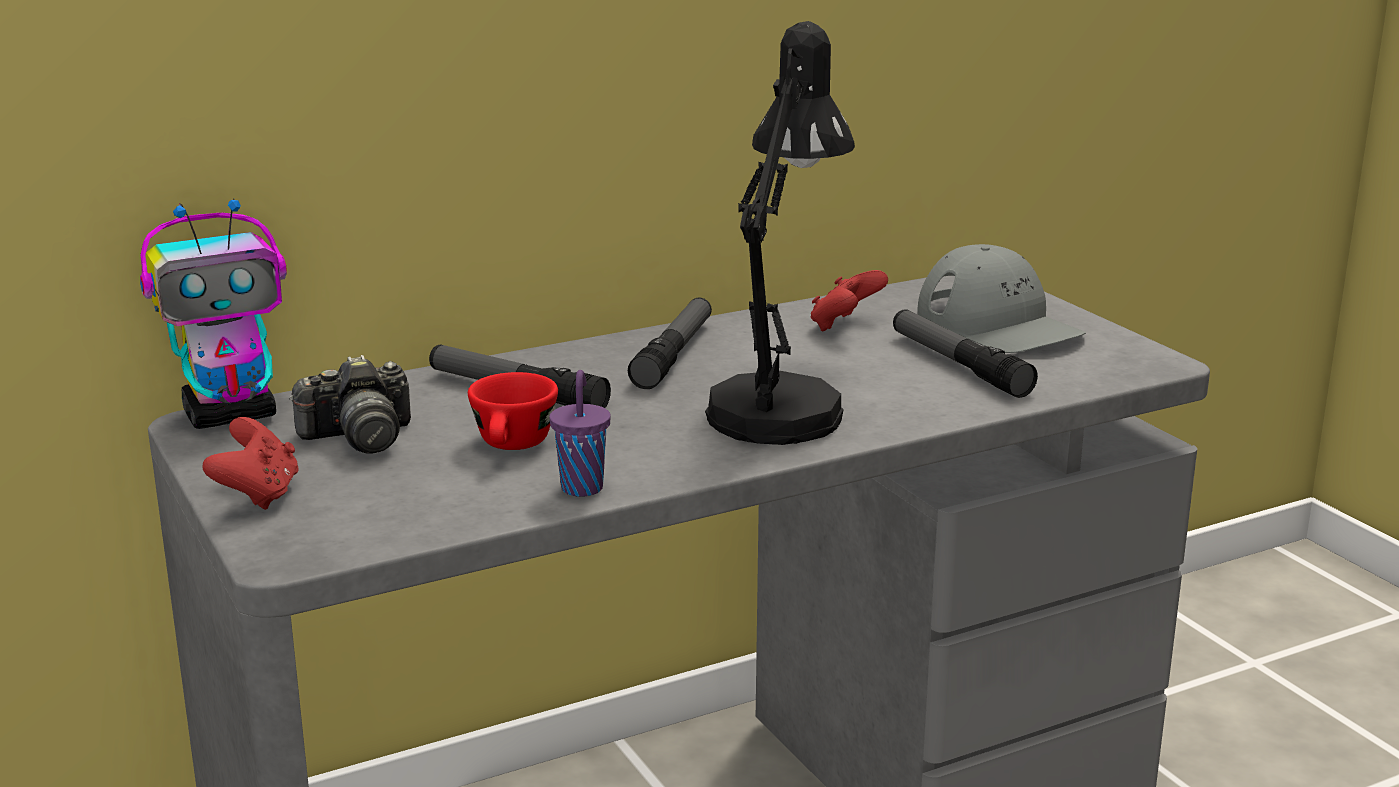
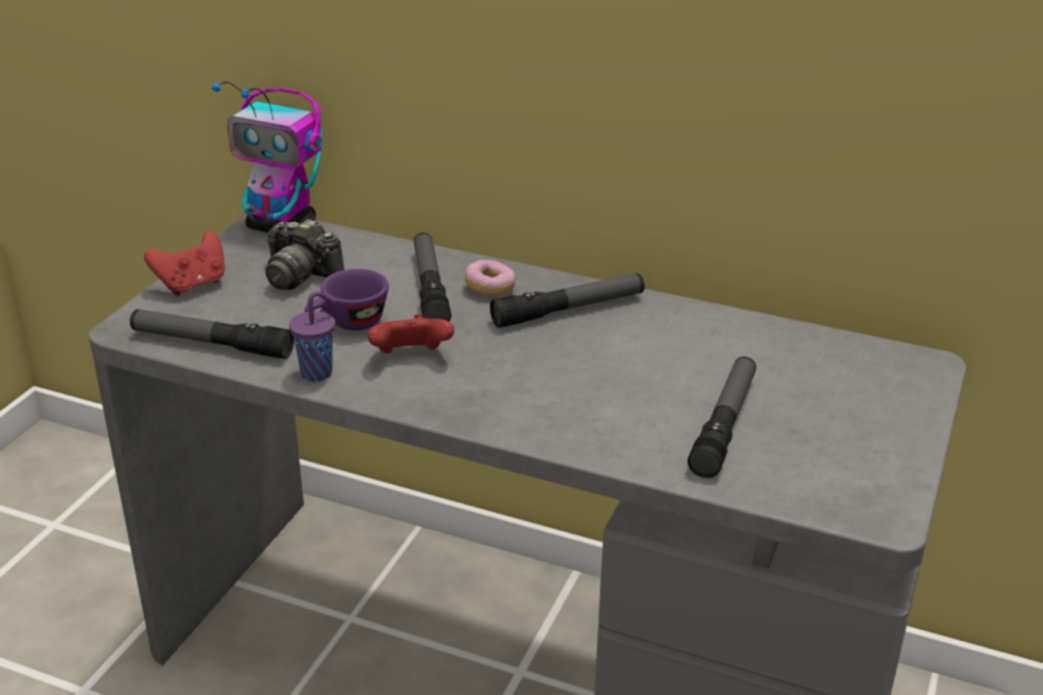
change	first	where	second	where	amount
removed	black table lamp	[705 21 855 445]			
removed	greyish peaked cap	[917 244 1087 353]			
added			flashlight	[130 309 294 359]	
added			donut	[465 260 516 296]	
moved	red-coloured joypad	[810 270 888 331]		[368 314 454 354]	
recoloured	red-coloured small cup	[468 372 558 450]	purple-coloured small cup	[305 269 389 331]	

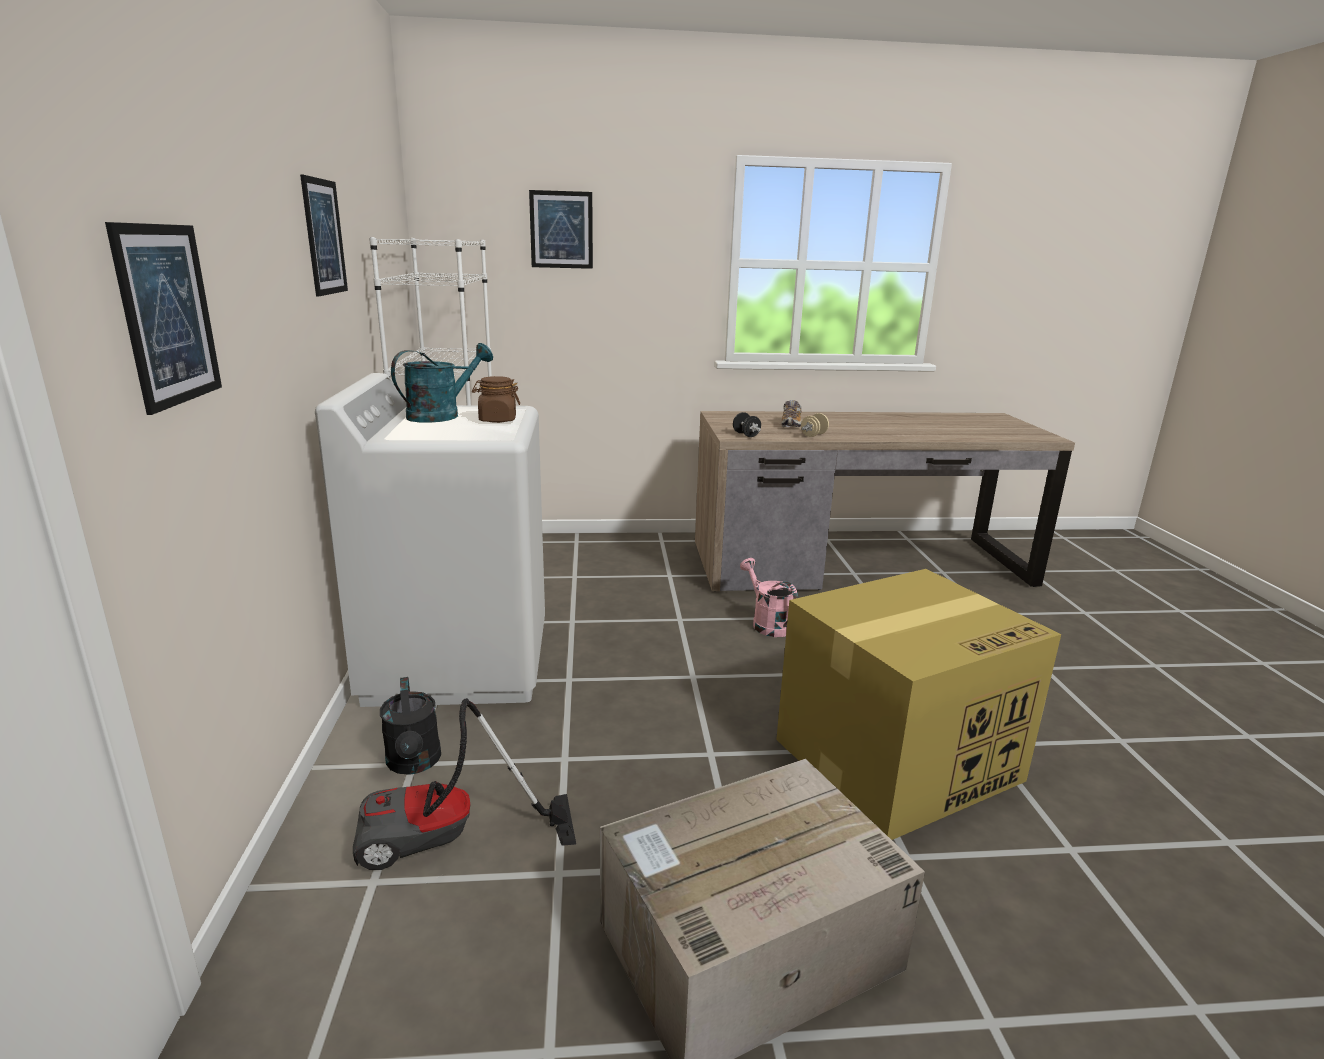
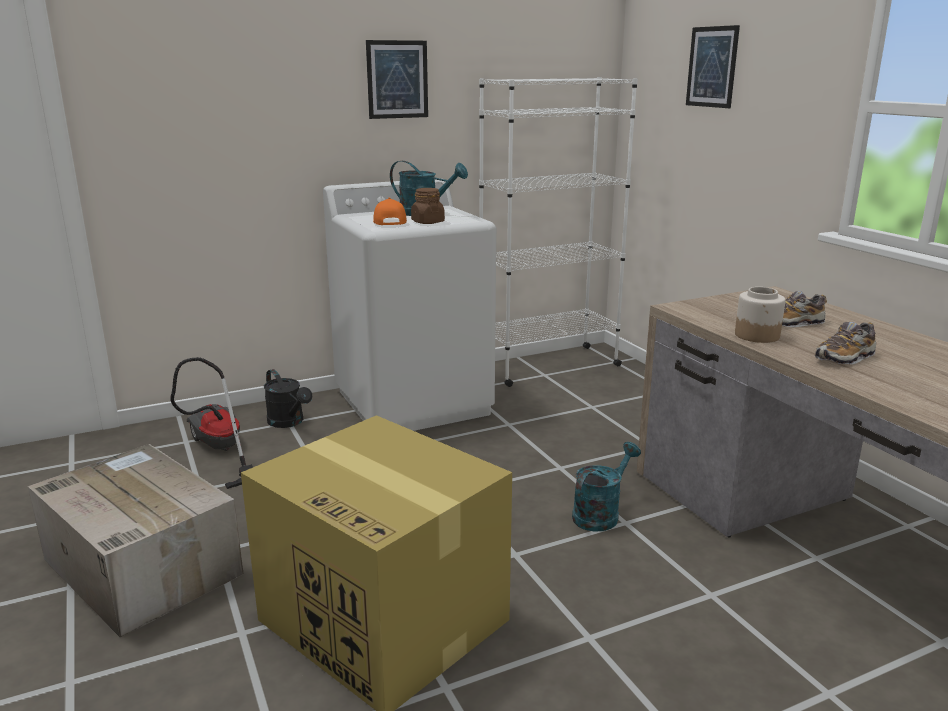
change	first	where	second	where	amount
removed	picture	[105 222 222 415]			
removed	black free weight	[733 412 761 437]			
added			orangey peaked cap	[373 198 407 225]	
added			shoe	[815 322 876 364]	
replaced	beige-coloured free weight	[801 413 829 437]	jar	[735 287 785 343]	
recoloured	pink watering can	[740 558 798 637]	blue-green watering can	[572 442 641 532]	
turned	black watering can	[380 677 441 775]		[264 369 312 428]	90 degrees counterclockwise

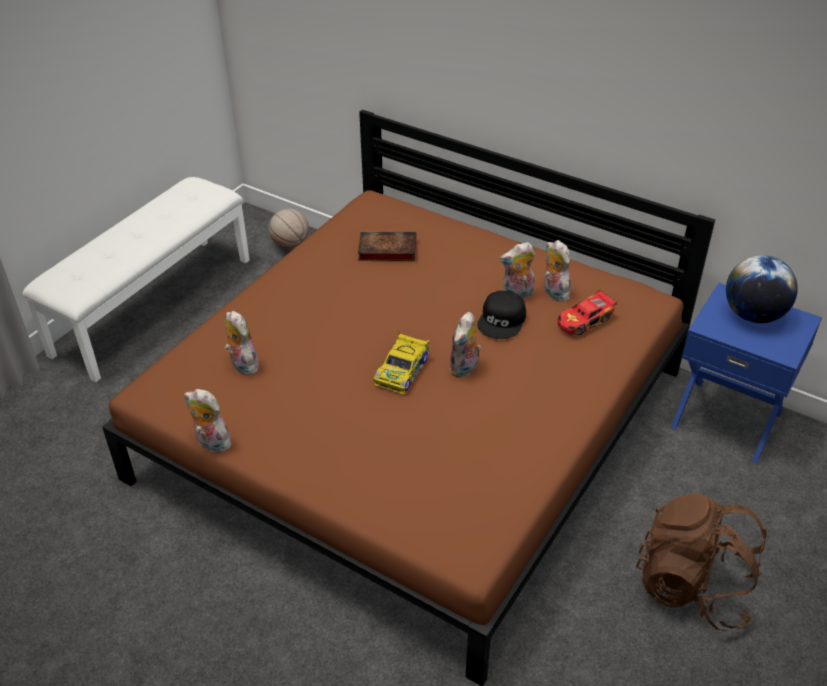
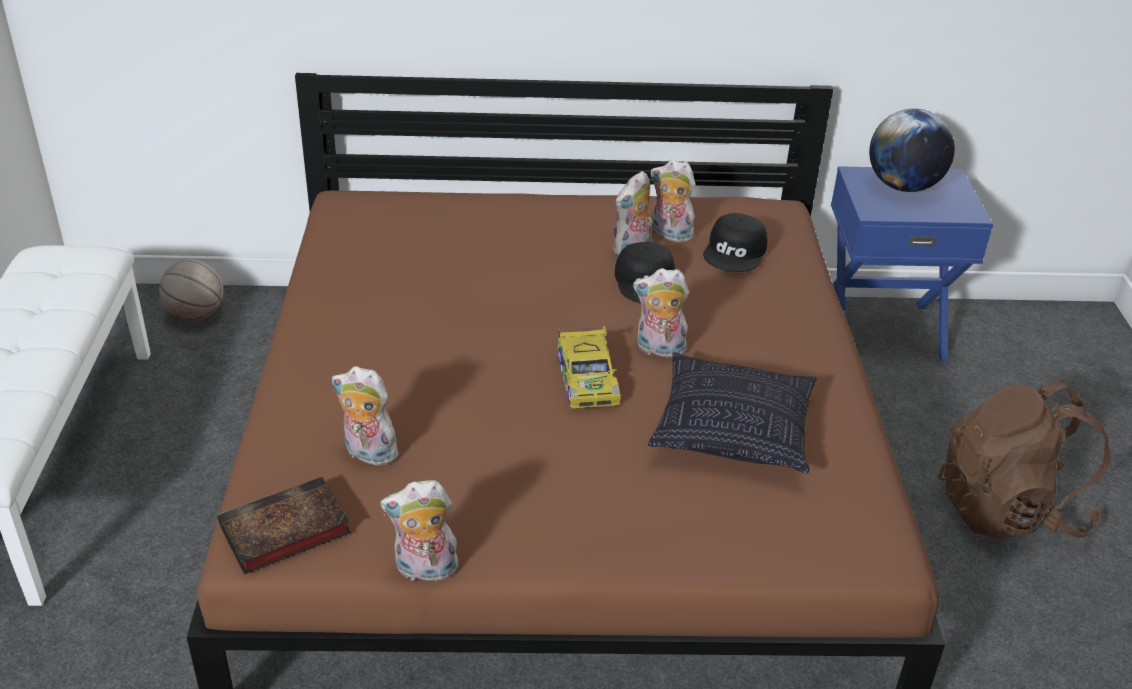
change	first	where	second	where	amount
added			cushion	[648 352 817 473]	
moved	volume	[358 232 416 261]		[218 477 351 574]	
replaced	model car	[558 289 618 335]	black peaked cap	[703 213 768 272]	
turned	cuddly toy	[449 312 482 378]		[633 268 689 358]	105 degrees clockwise

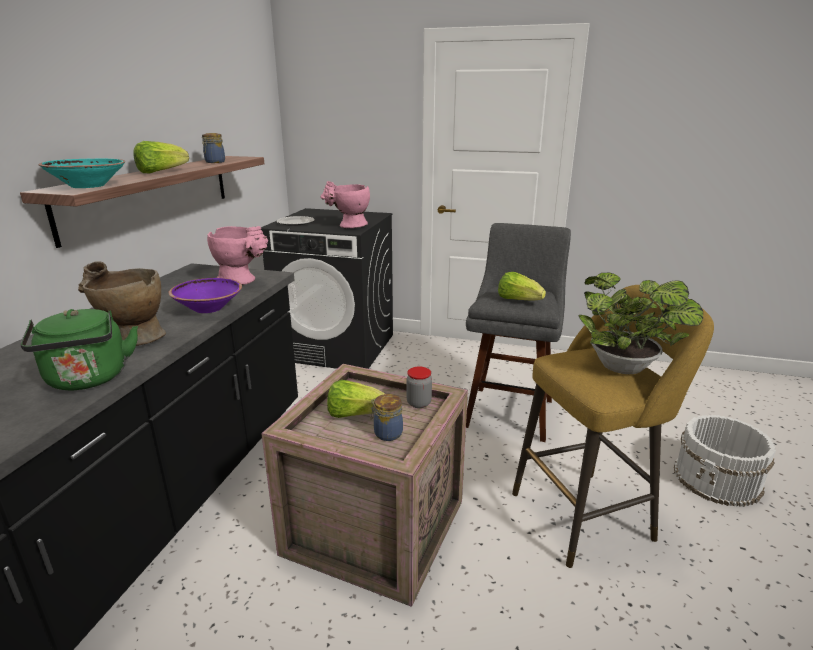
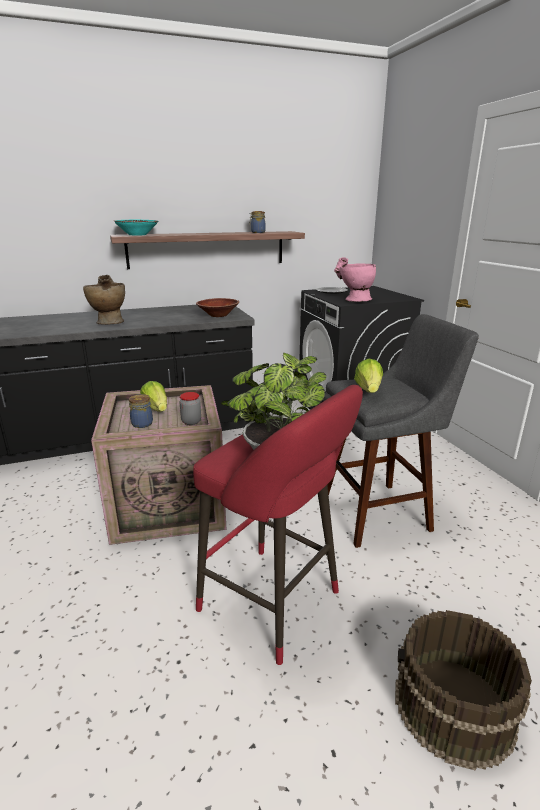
change	first	where	second	where	amount
removed	green tea kettle	[20 309 138 390]			
removed	lettuce head	[133 141 189 173]			
removed	purple-coloured bowl	[168 278 242 313]			
replaced	pink decorative vase	[207 226 268 285]	brown bowl	[196 298 239 317]	
recoloured	yellowish stool seat	[512 285 714 568]	red-coloured stool seat	[193 385 363 665]	
recoloured	white pail	[674 415 776 507]	brown pail	[395 610 532 771]	

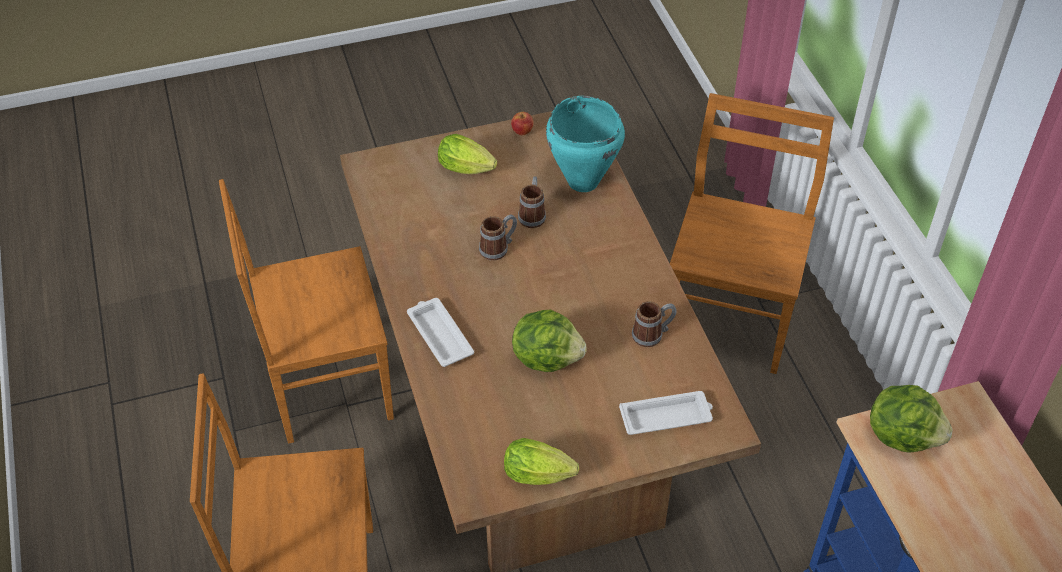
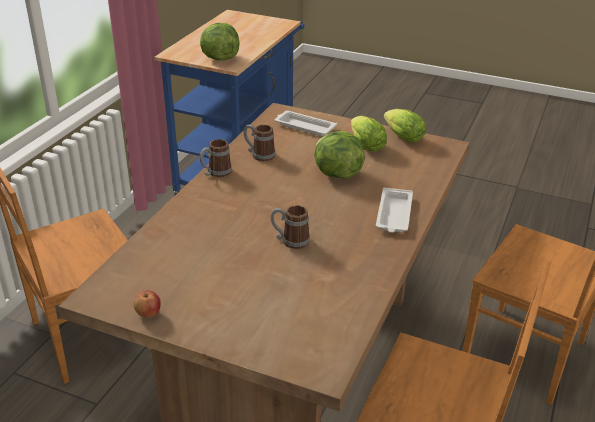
change	first	where	second	where	amount
removed	blue-green cooking pot	[546 96 625 192]			
moved	lettuce head	[438 134 497 174]		[351 116 387 151]	
moved	coffee mug	[518 176 546 228]		[200 139 232 177]	

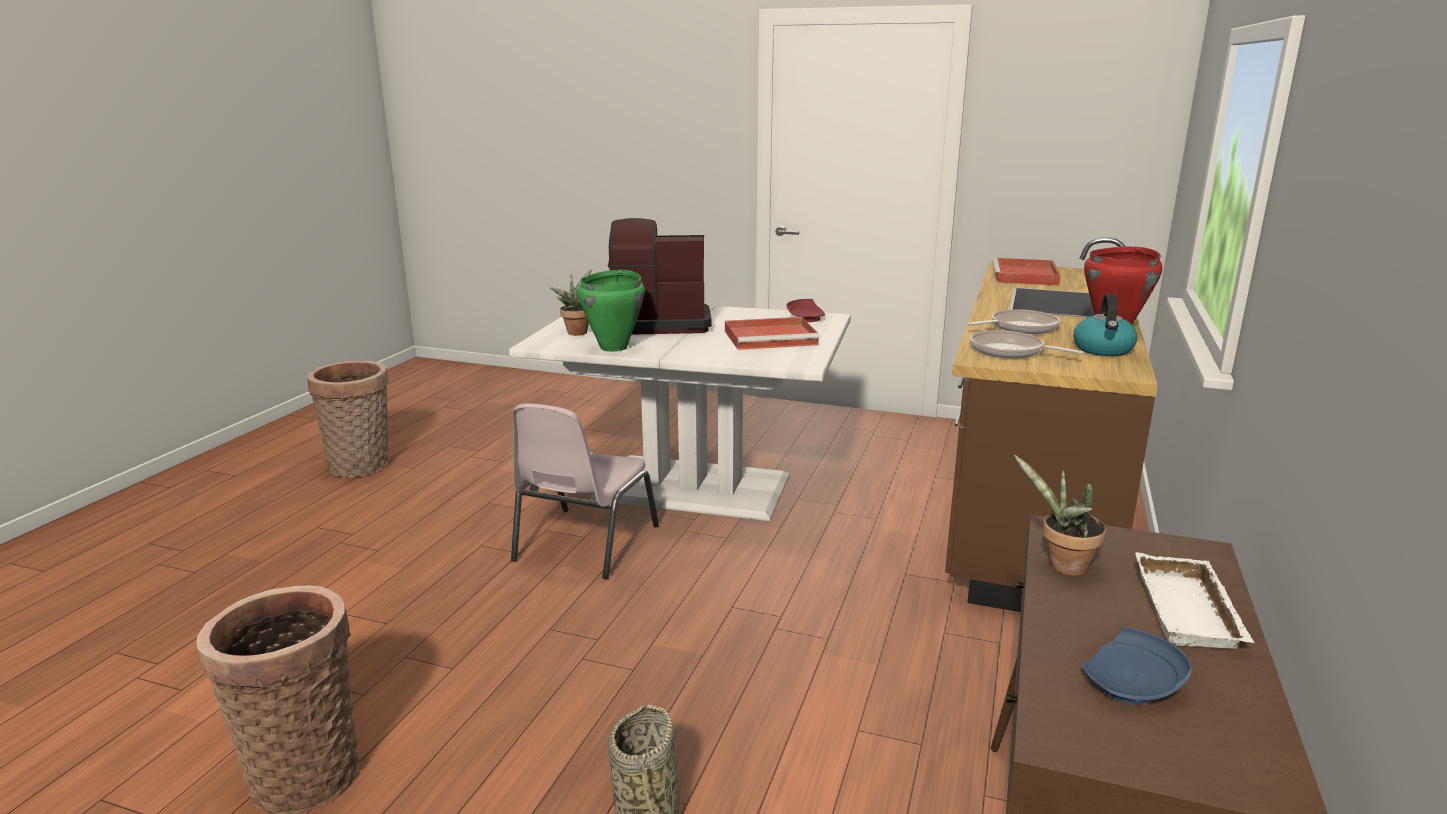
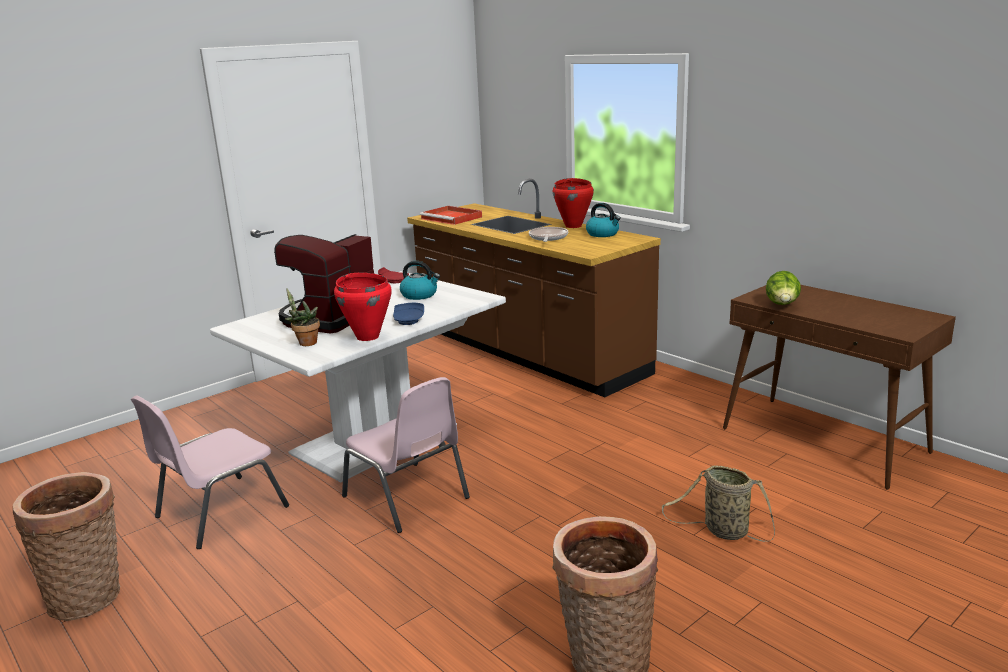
change	first	where	second	where	amount
removed	pan	[970 330 1084 359]			
removed	white serving tray	[1135 552 1255 649]			
added			pink plain chair	[131 396 289 549]	
moved	blue-coloured flat dish	[1081 627 1192 705]		[393 303 424 325]	
replaced	red-coloured serving tray	[725 317 819 350]	tea kettle	[400 261 440 300]	
replaced	houseplant	[1014 454 1106 576]	lettuce head	[766 271 801 305]	
recoloured	green cooking pot	[577 270 645 352]	red-coloured cooking pot	[334 273 392 341]	

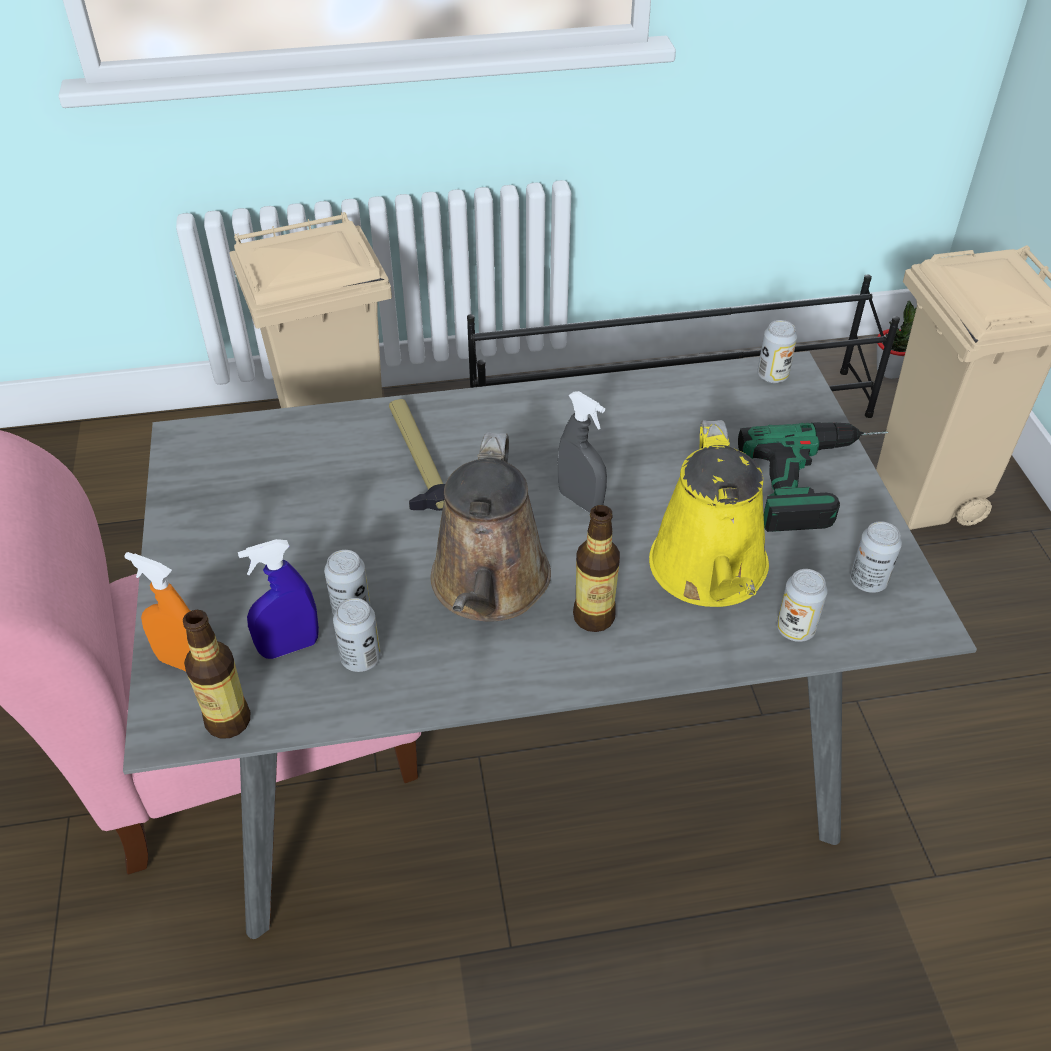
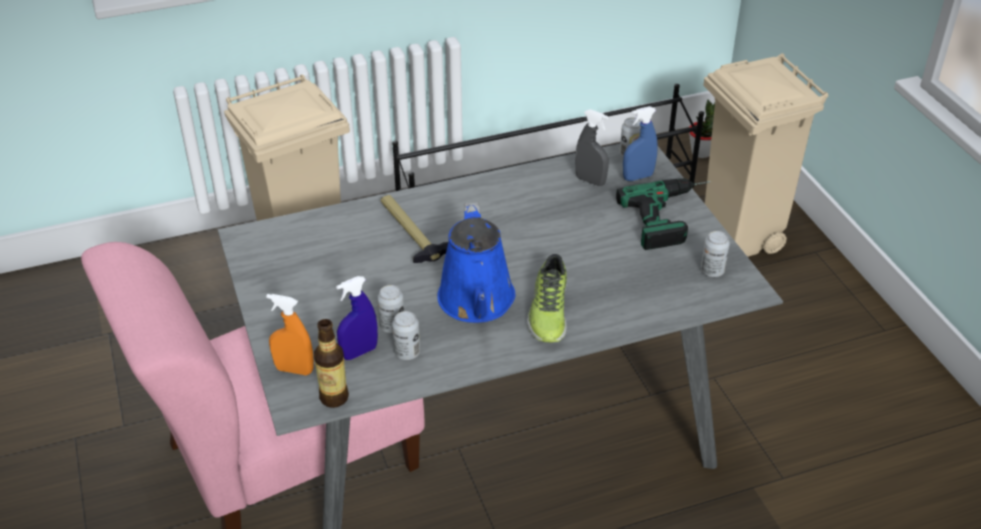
change	first	where	second	where	amount
removed	yellowish watering can	[649 420 769 607]			
removed	metal can	[777 569 828 642]			
added			blue-coloured spray bottle	[623 106 658 181]	
moved	greyish spray bottle	[558 391 607 512]		[575 109 609 186]	
replaced	drink bottle	[573 505 620 632]	shoe	[527 254 567 343]	
recoloured	brown watering can	[431 432 551 622]	blue-coloured watering can	[437 202 515 323]	

